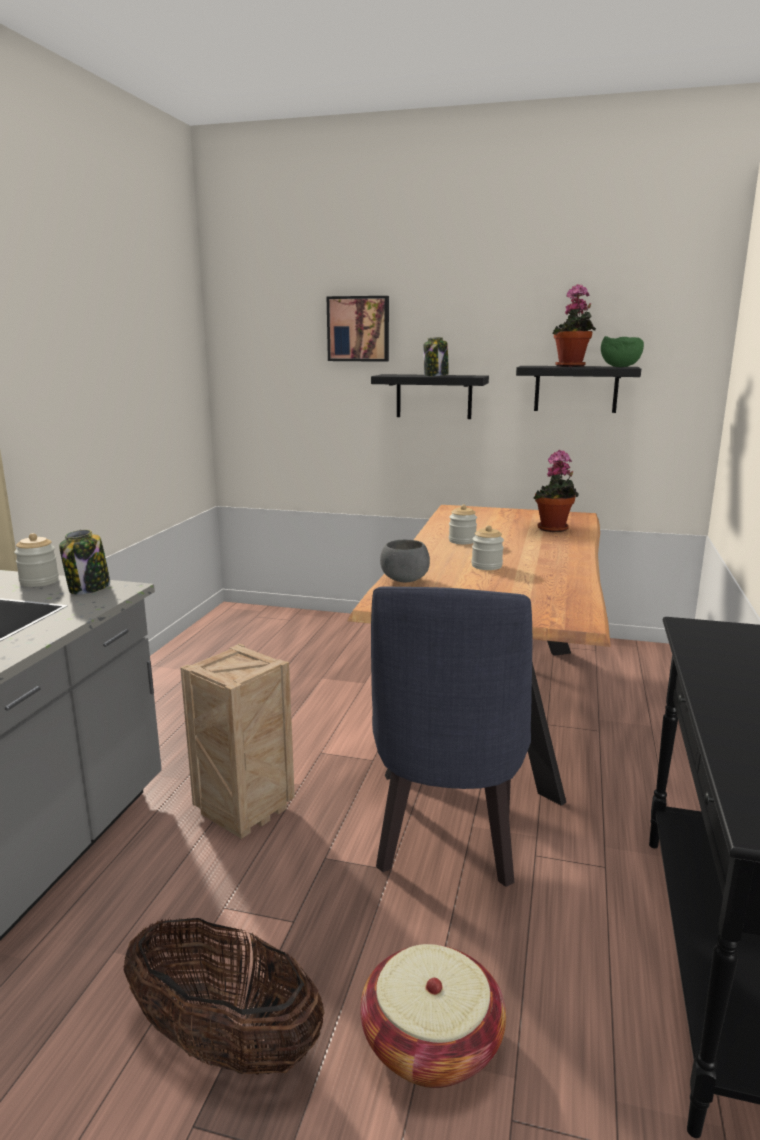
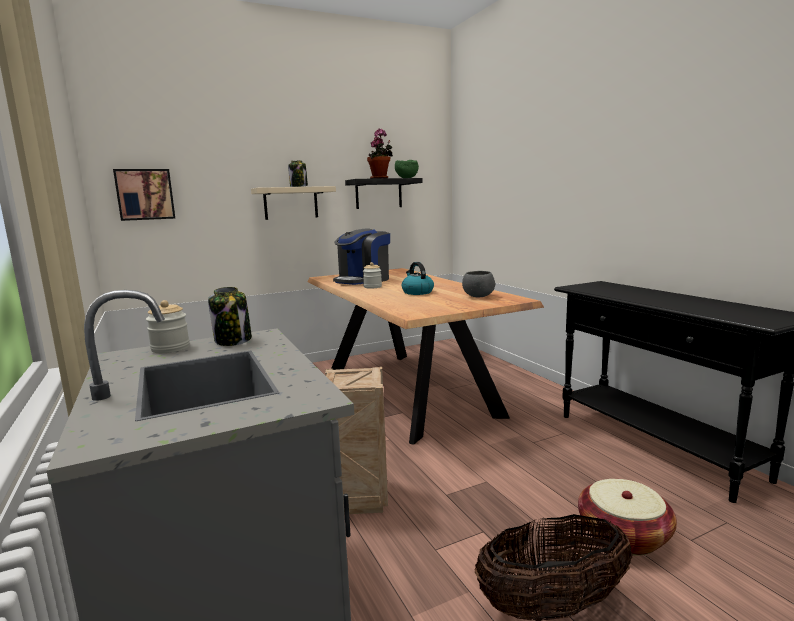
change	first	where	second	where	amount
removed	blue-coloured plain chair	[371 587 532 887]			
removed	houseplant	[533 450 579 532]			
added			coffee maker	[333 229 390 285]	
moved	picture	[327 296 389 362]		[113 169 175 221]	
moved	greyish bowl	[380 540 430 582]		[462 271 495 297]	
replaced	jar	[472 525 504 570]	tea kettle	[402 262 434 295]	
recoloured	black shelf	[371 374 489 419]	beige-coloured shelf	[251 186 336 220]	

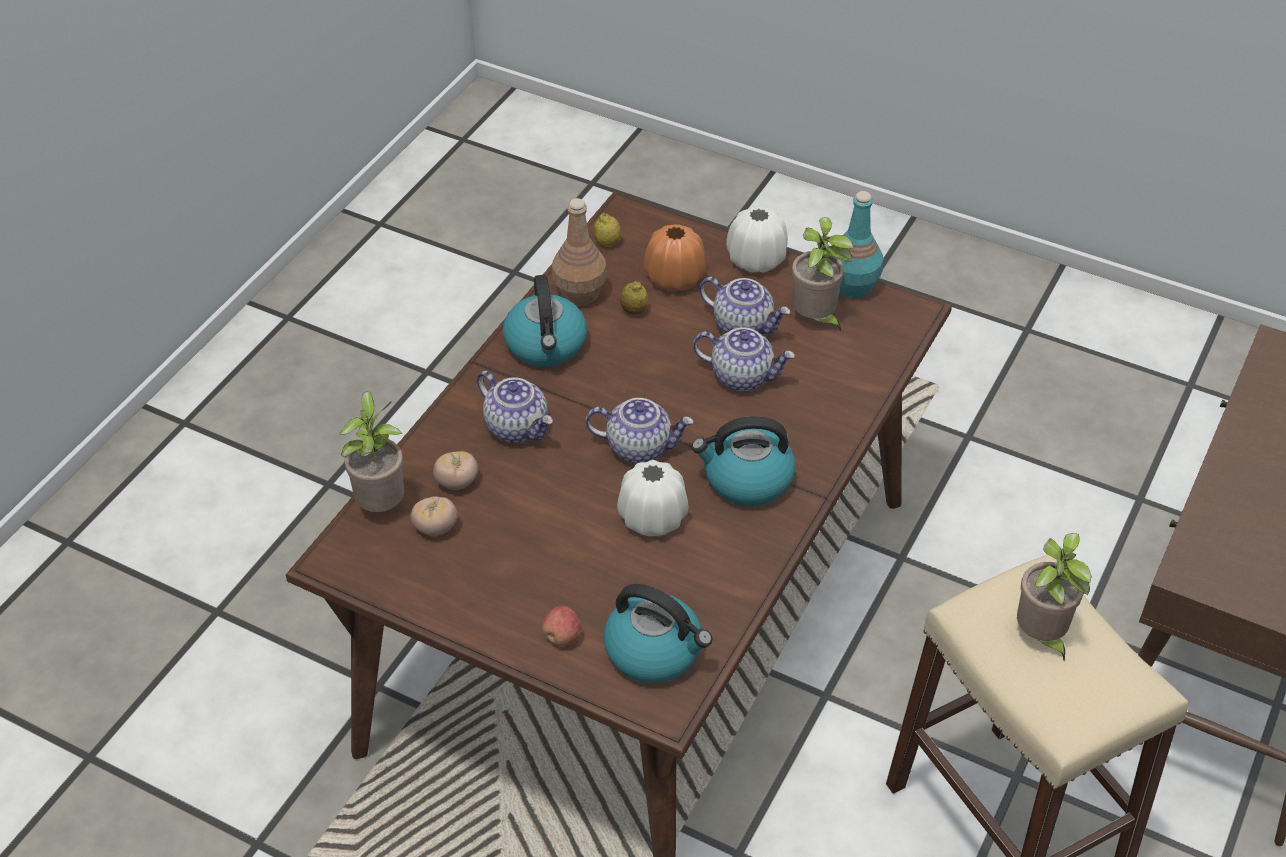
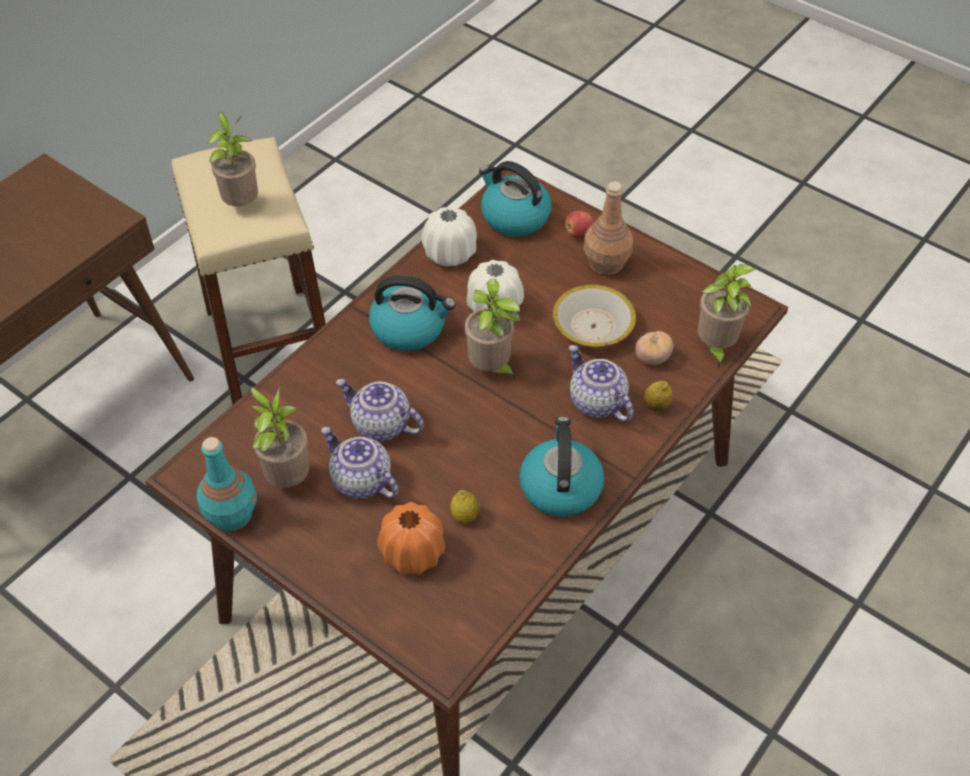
change	first	where	second	where	amount
removed	whole tomato	[411 497 457 536]			
added			bowl	[552 285 636 348]	
moved	brown drink bottle	[552 198 607 306]		[584 181 633 275]	
moved	lemon	[593 213 621 246]		[644 381 673 411]	
moved	white decorative vase	[726 207 788 273]		[422 207 477 266]	
replaced	teapot	[585 398 693 463]	houseplant	[465 279 520 380]	

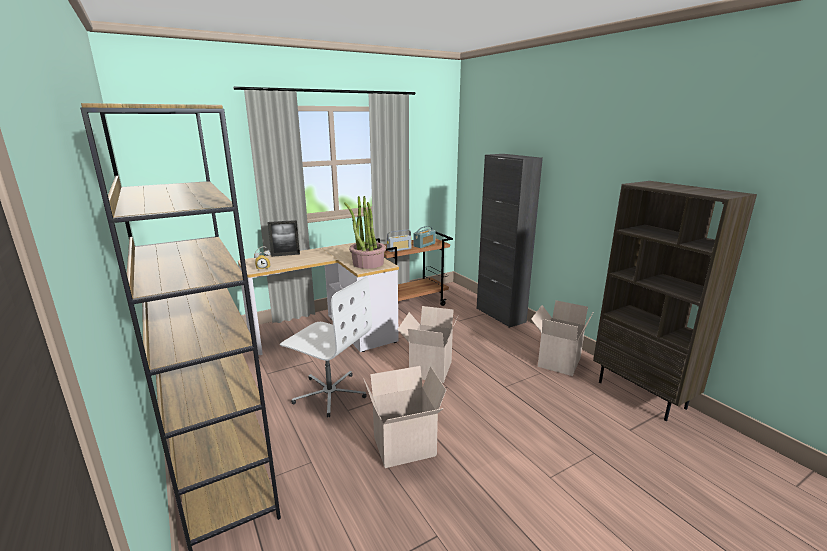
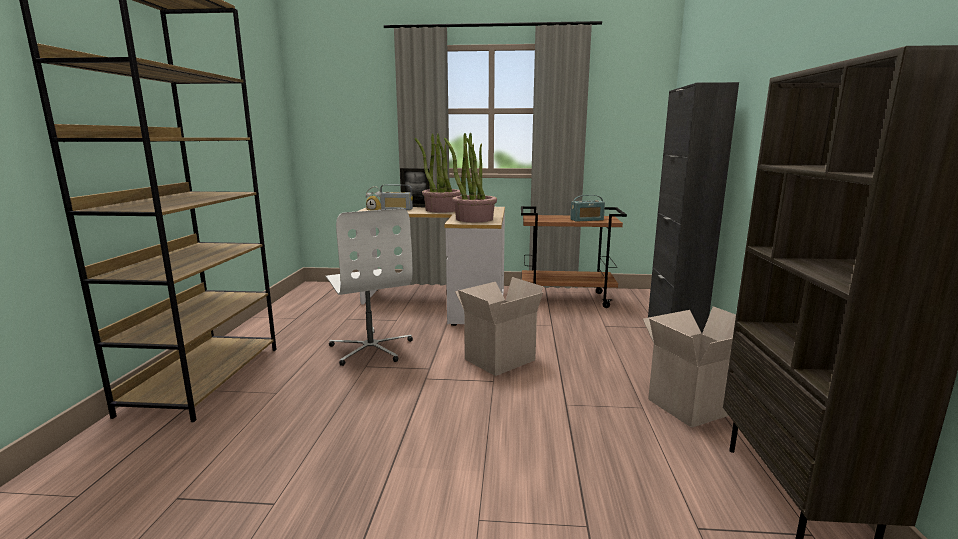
change	first	where	second	where	amount
removed	carton	[363 366 446 468]			
added			houseplant	[415 133 462 213]	
moved	radio set	[387 229 412 252]		[380 184 413 210]	

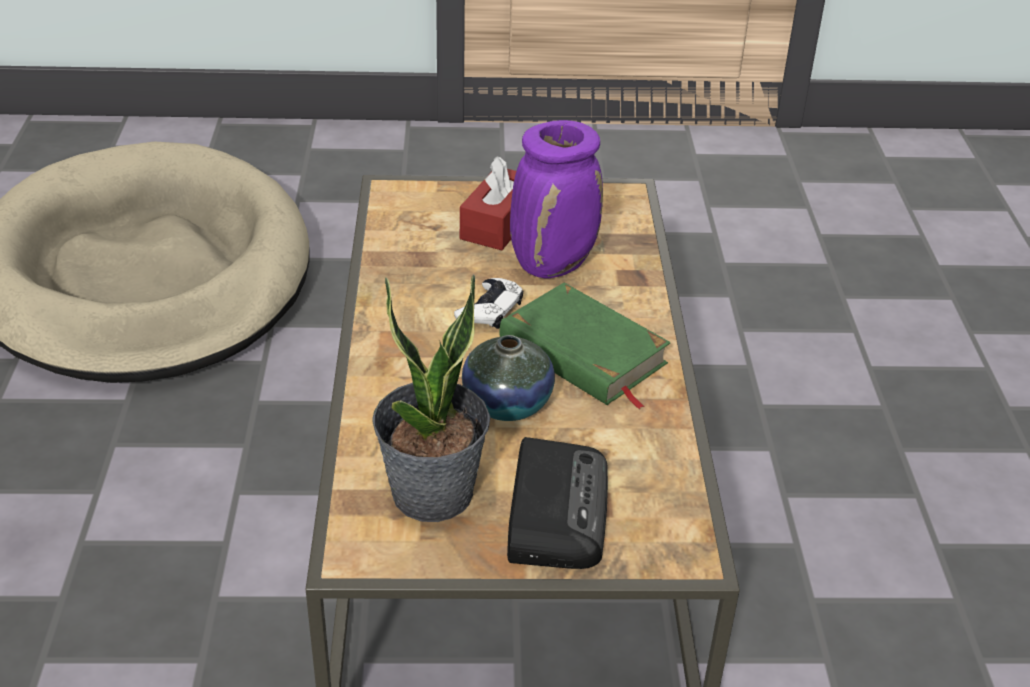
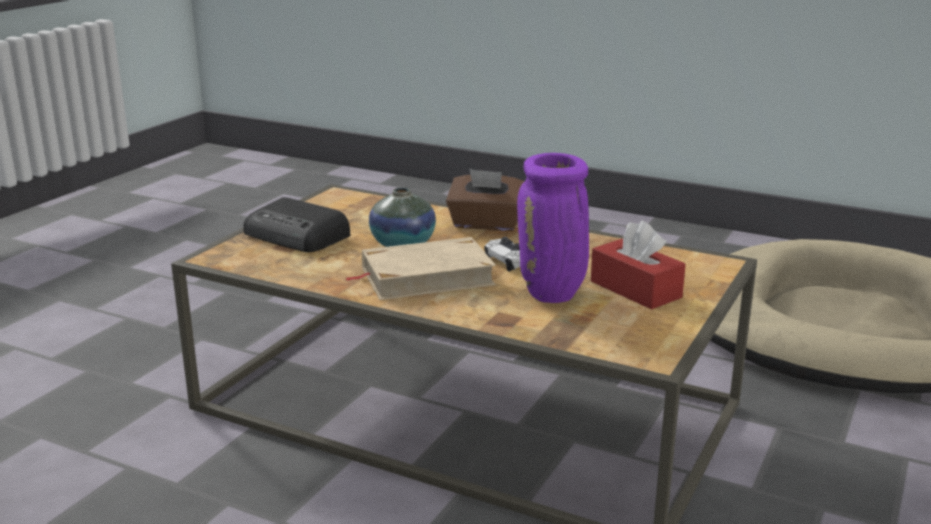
change	first	where	second	where	amount
removed	houseplant	[372 274 491 522]			
added			brown box of tissues	[446 169 525 231]	
recoloured	green volume	[500 283 671 409]	beige-coloured volume	[346 237 496 300]	

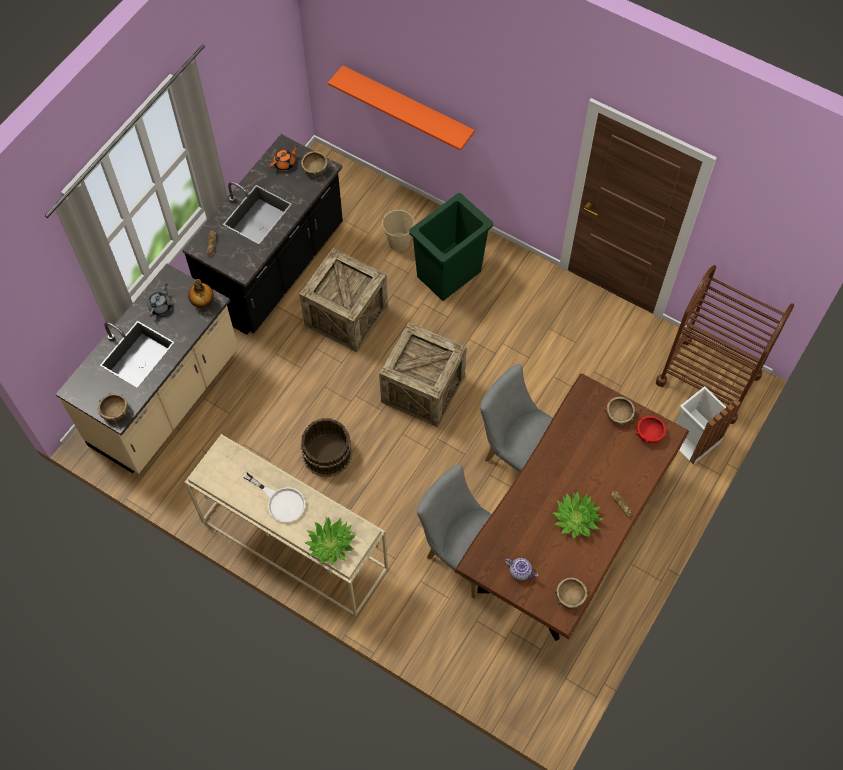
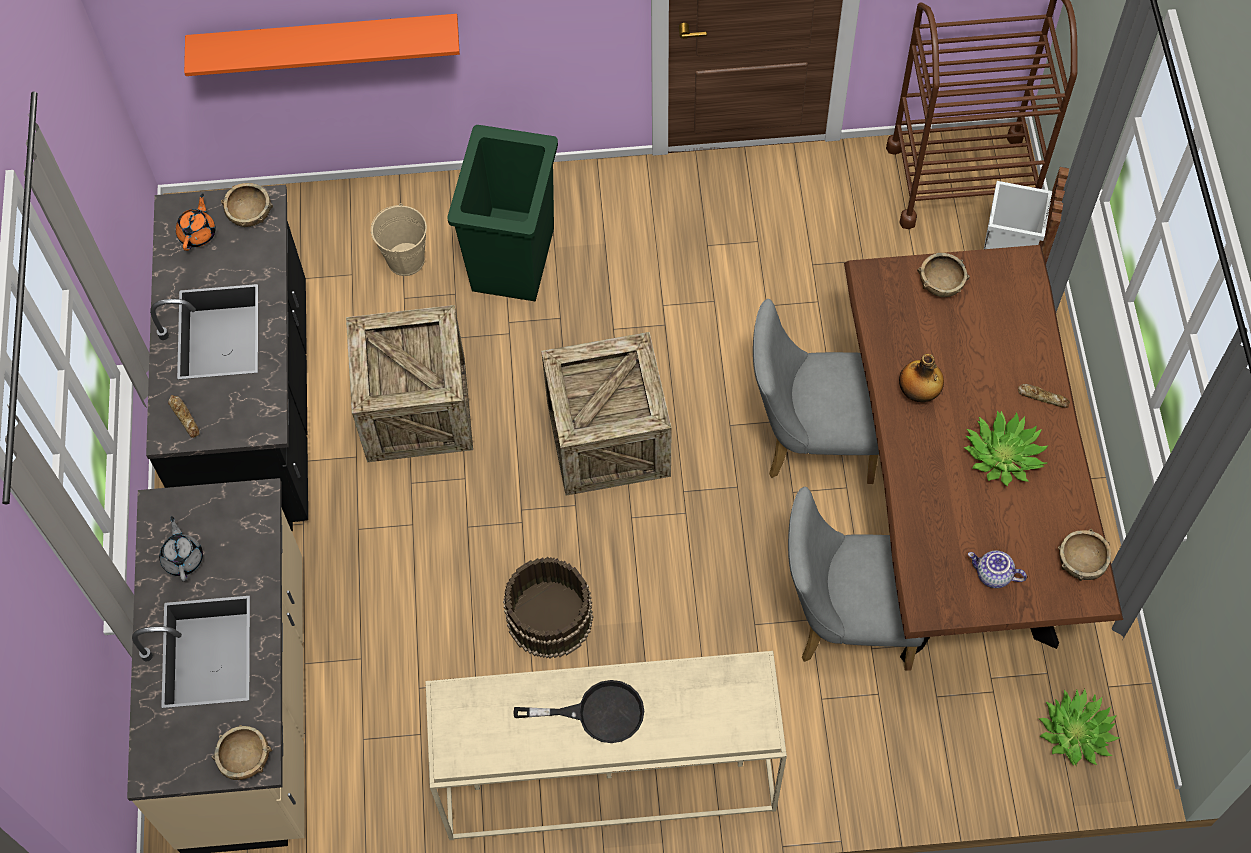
change	first	where	second	where	amount
removed	red-coloured bowl	[636 415 666 444]			
moved	drink bottle	[188 279 214 308]		[899 354 944 402]	
moved	houseplant	[305 517 356 565]		[1039 689 1120 766]	
recoloured	white pan	[243 472 305 522]	black pan	[513 680 644 743]	
turned	teapot	[504 558 538 581]		[968 551 1027 588]	150 degrees counterclockwise

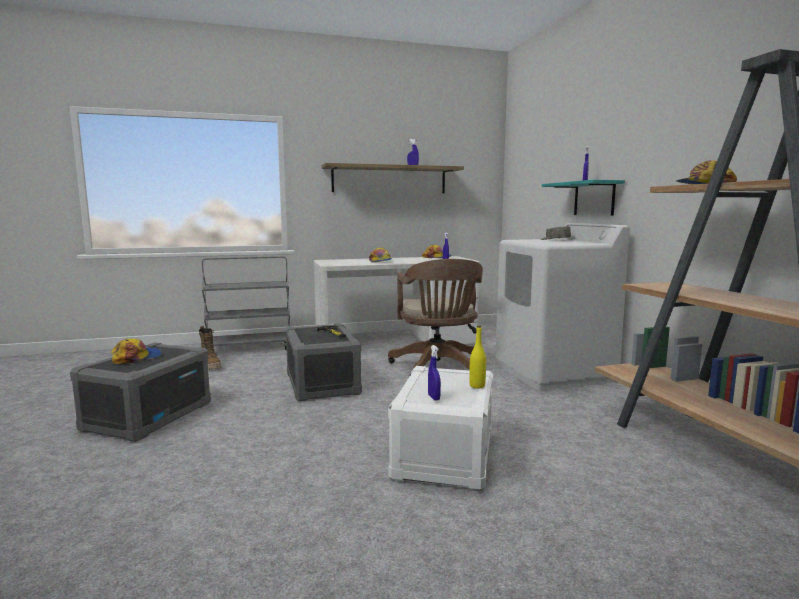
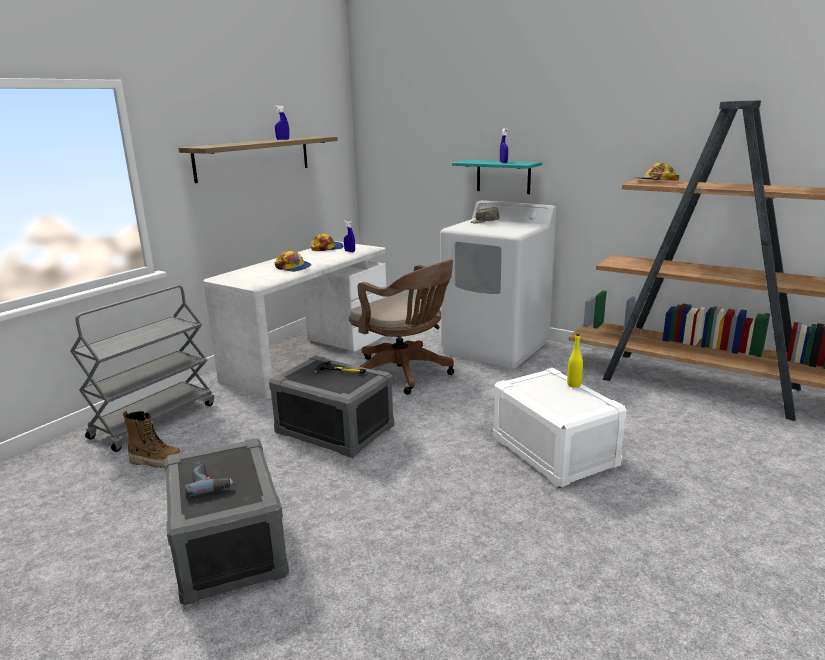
change	first	where	second	where	amount
removed	blue-coloured spray bottle	[428 345 441 401]			
replaced	peaked cap	[110 338 162 364]	electric drill	[185 462 233 497]	

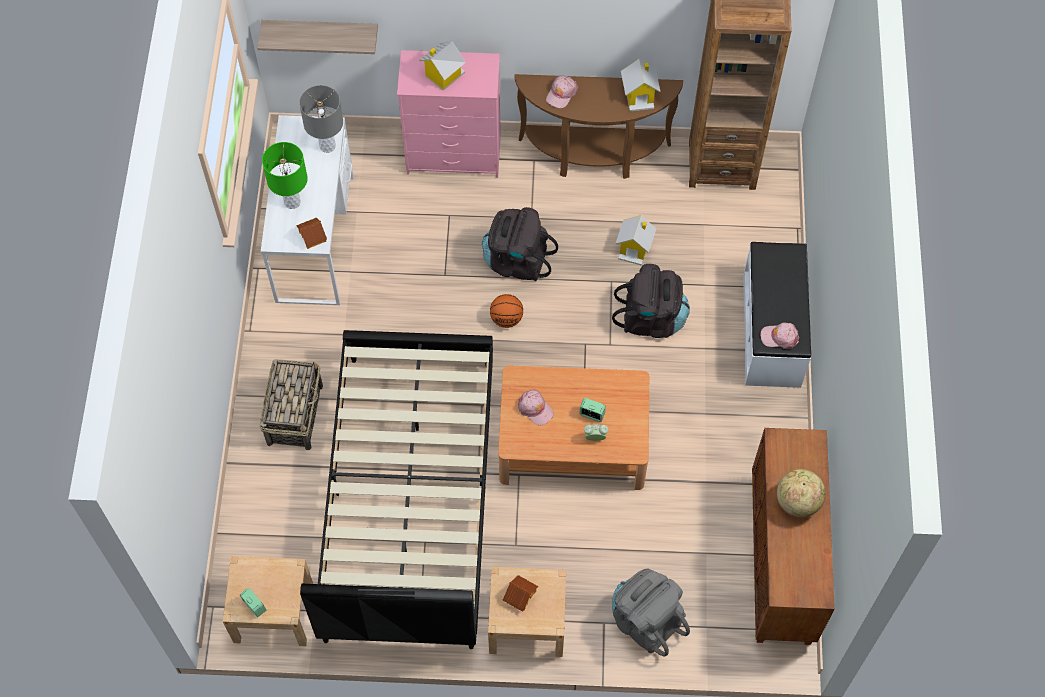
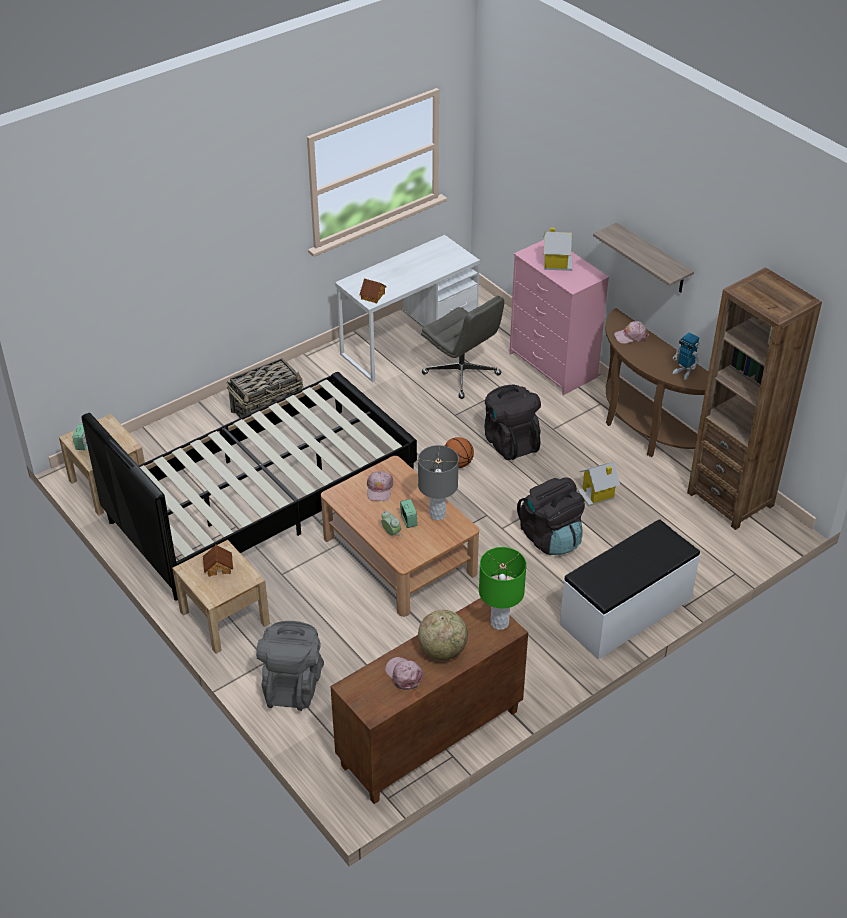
change	first	where	second	where	amount
added			greyish desk chair	[421 295 505 399]	
moved	shelf	[257 20 378 54]		[593 223 694 293]	
moved	green table lamp	[262 142 308 209]		[479 547 526 630]	
moved	greyish table lamp	[299 85 343 153]		[418 445 459 520]	
moved	pink peaked cap	[760 323 799 349]		[385 657 424 690]	
replaced	model house	[621 59 661 111]	toy robot	[672 333 700 380]	

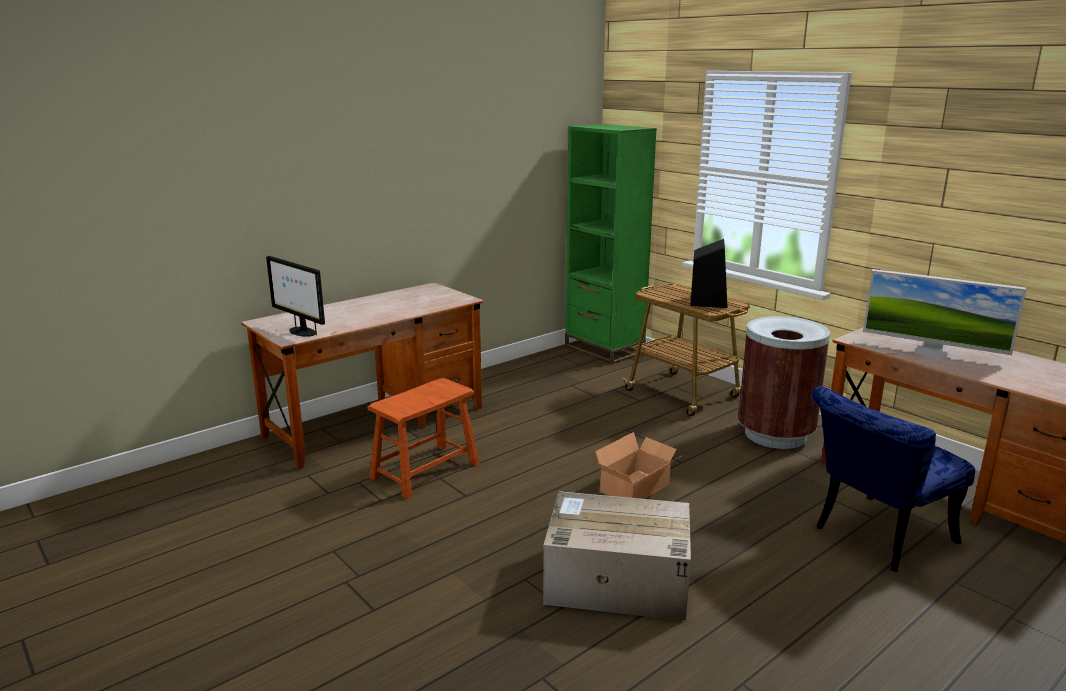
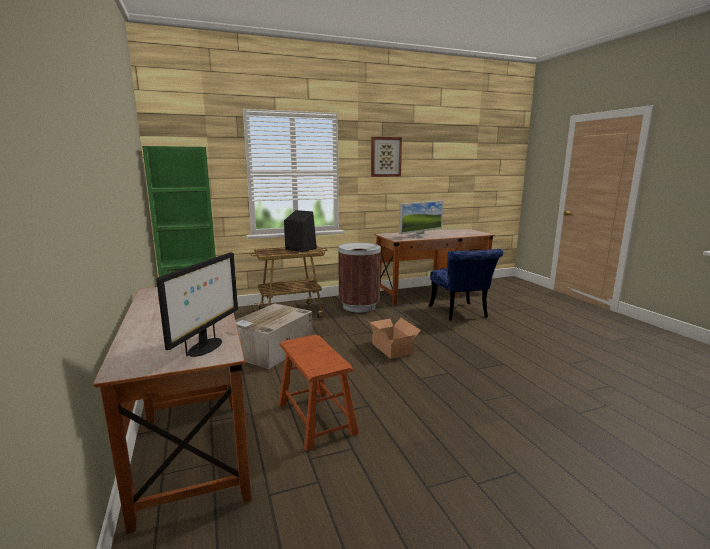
change	first	where	second	where	amount
added			picture	[371 137 402 177]	
moved	carton	[543 491 691 621]		[236 303 313 369]	
turned	computer display	[266 256 325 337]		[156 252 238 357]	45 degrees counterclockwise

